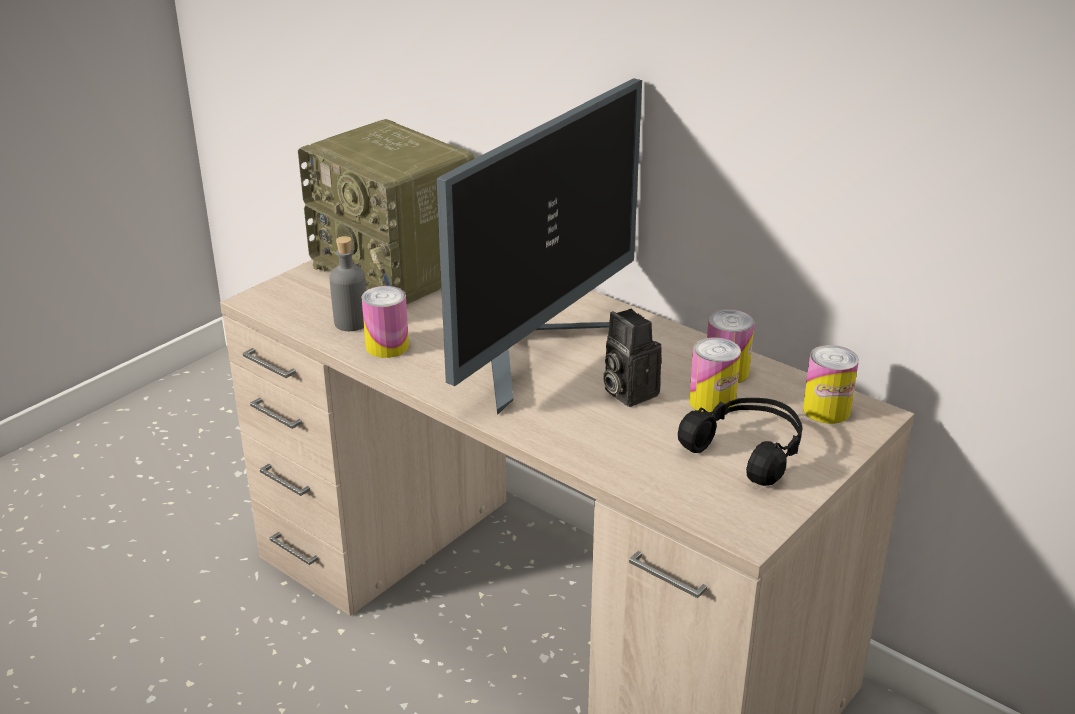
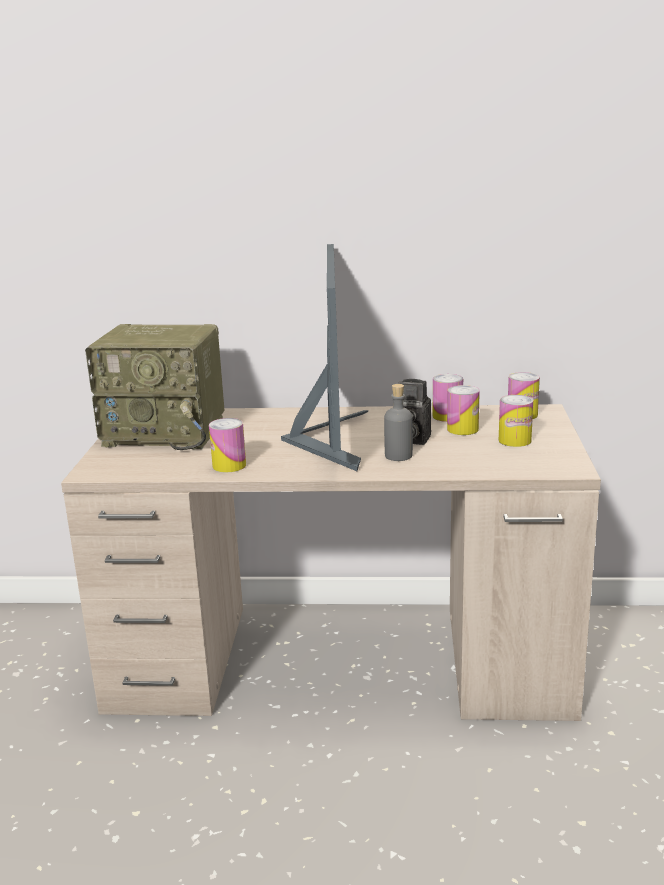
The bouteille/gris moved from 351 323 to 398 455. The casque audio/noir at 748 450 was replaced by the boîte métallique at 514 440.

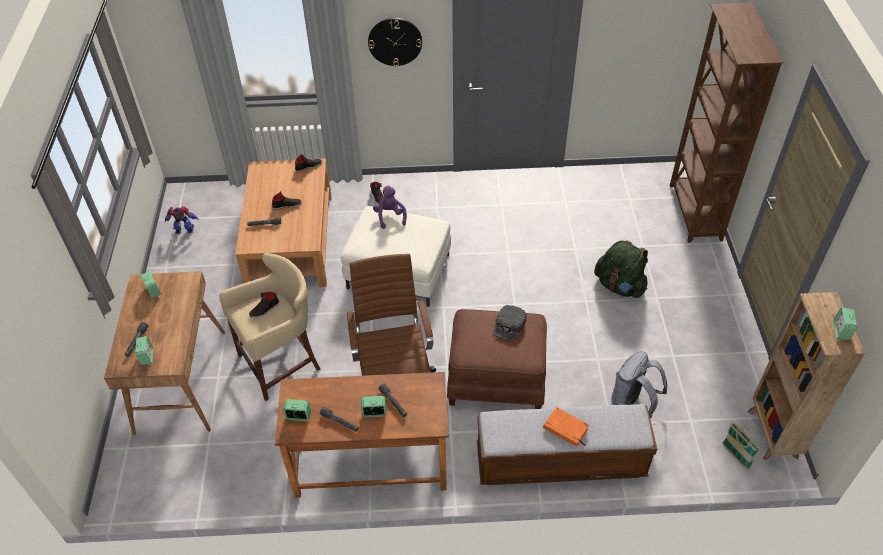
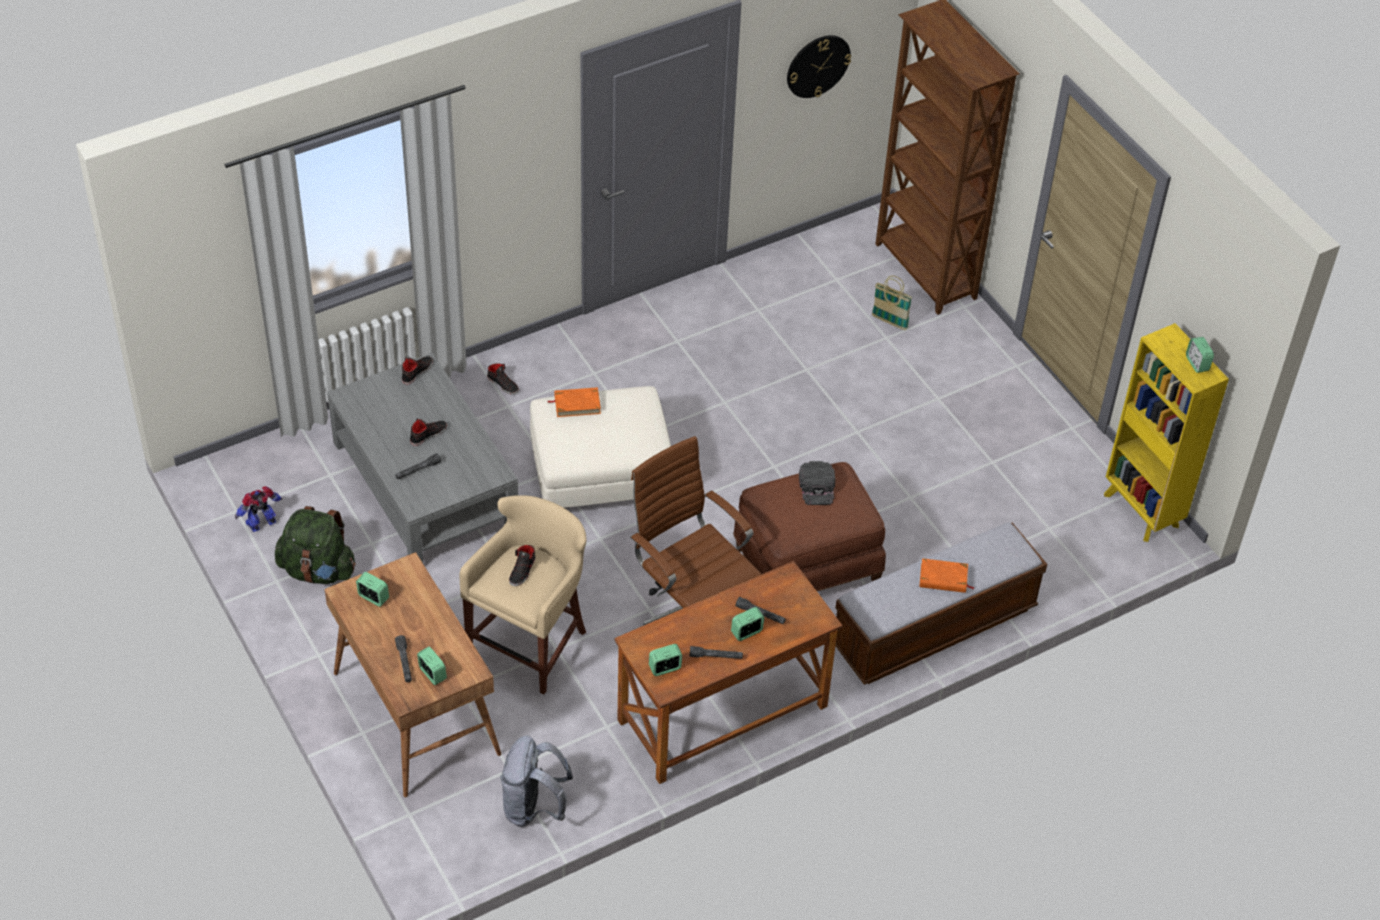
The horloge murale moved from 395 41 to 818 65. The table basse/marron at 290 240 became the table basse/gris at 424 484. The peluche/violet at 390 217 was replaced by the livre/orange at 577 404. The sac à dos/vert moved from 619 286 to 318 570. The bibliothèque/marron at 772 435 became the bibliothèque/jaune at 1142 512. The sac à dos/gris moved from 632 403 to 534 808. The panier moved from 735 456 to 889 322.

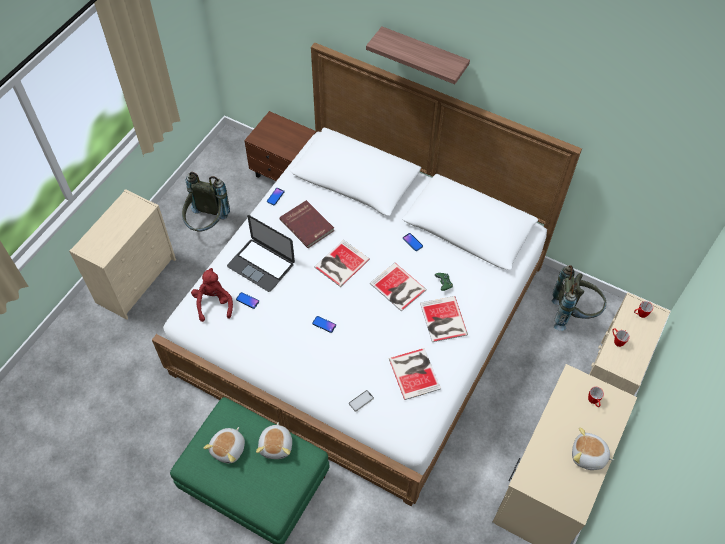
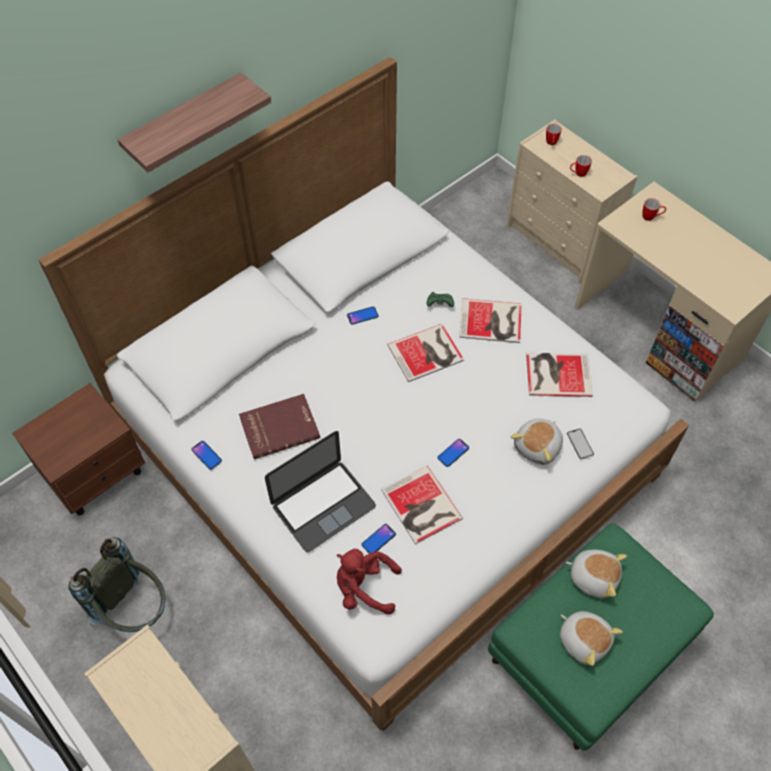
The livre moved from 340 263 to 421 506. The sac à dos/gris at 573 313 disappeared. The peluche moved from 588 456 to 538 447.

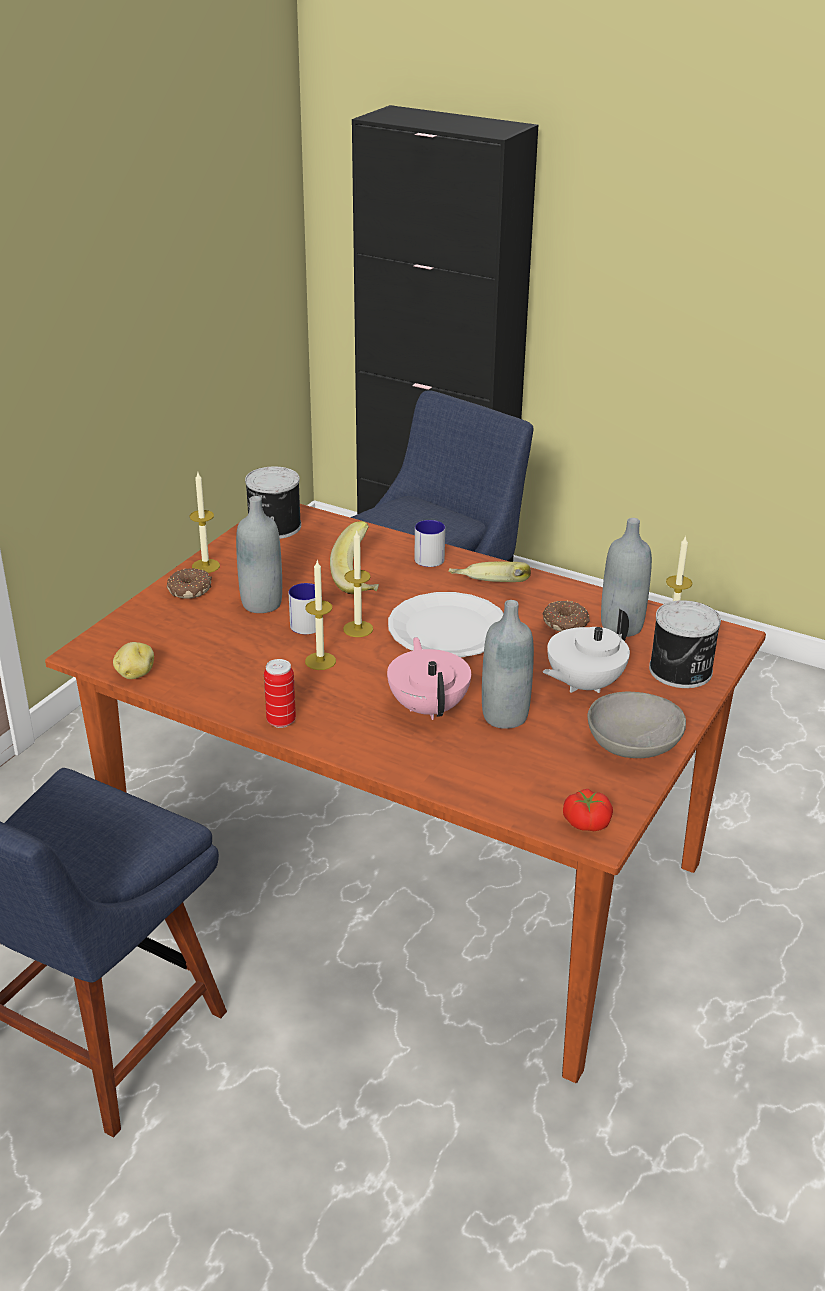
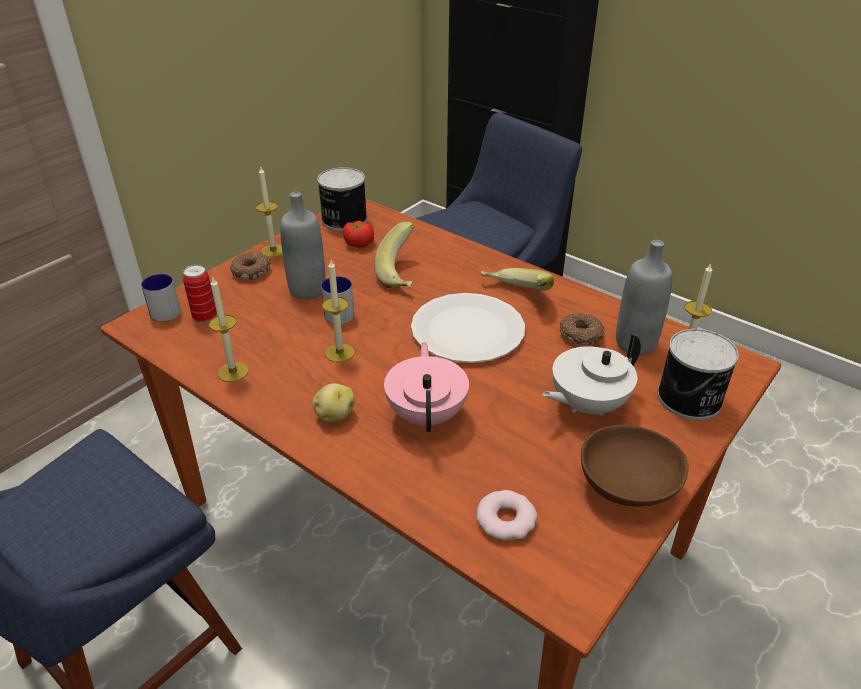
The mug moved from 427 556 to 166 309. The bougie moved from 358 629 to 233 372. The bouteille/gris at 505 716 disappeared. The pomme de terre moved from 135 674 to 334 415. The boîte métallique moved from 281 721 to 205 317. The bol/gris at 632 746 became the bol/marron at 627 484. The tomate moved from 586 822 to 359 243. The beignet at 506 520 appeared.

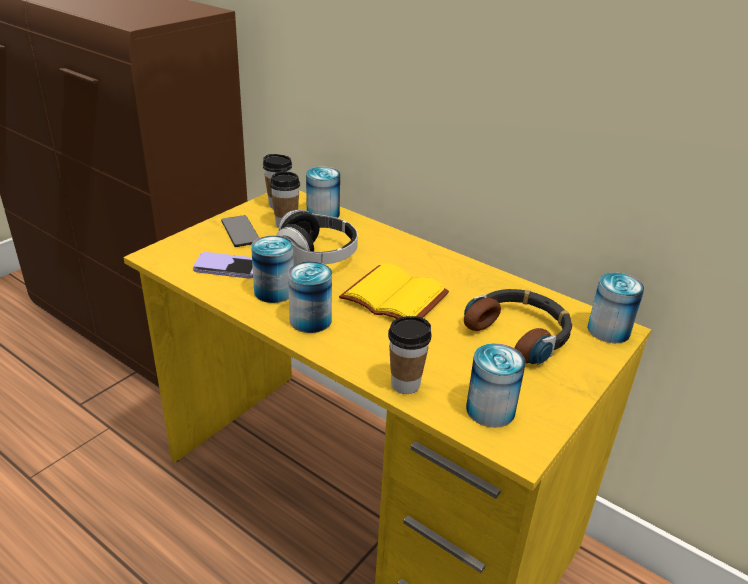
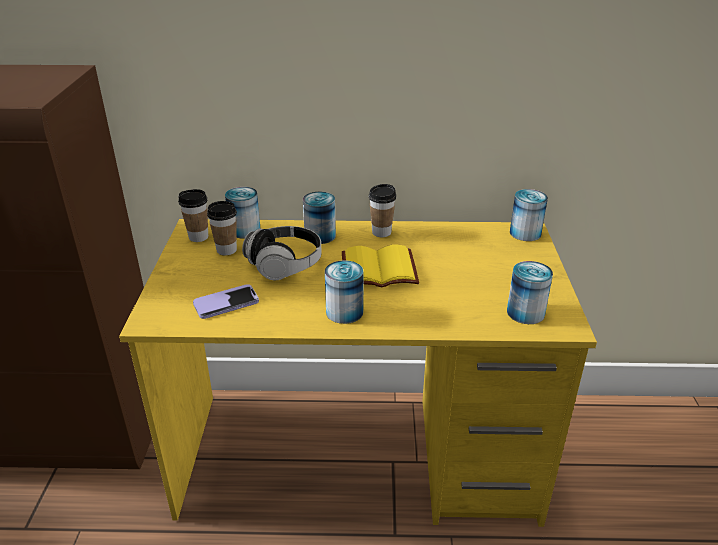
The téléphone at 240 232 disappeared. The boîte métallique moved from 274 291 to 320 236. The casque audio at 519 333 disappeared. The tasse moved from 405 384 to 381 232.

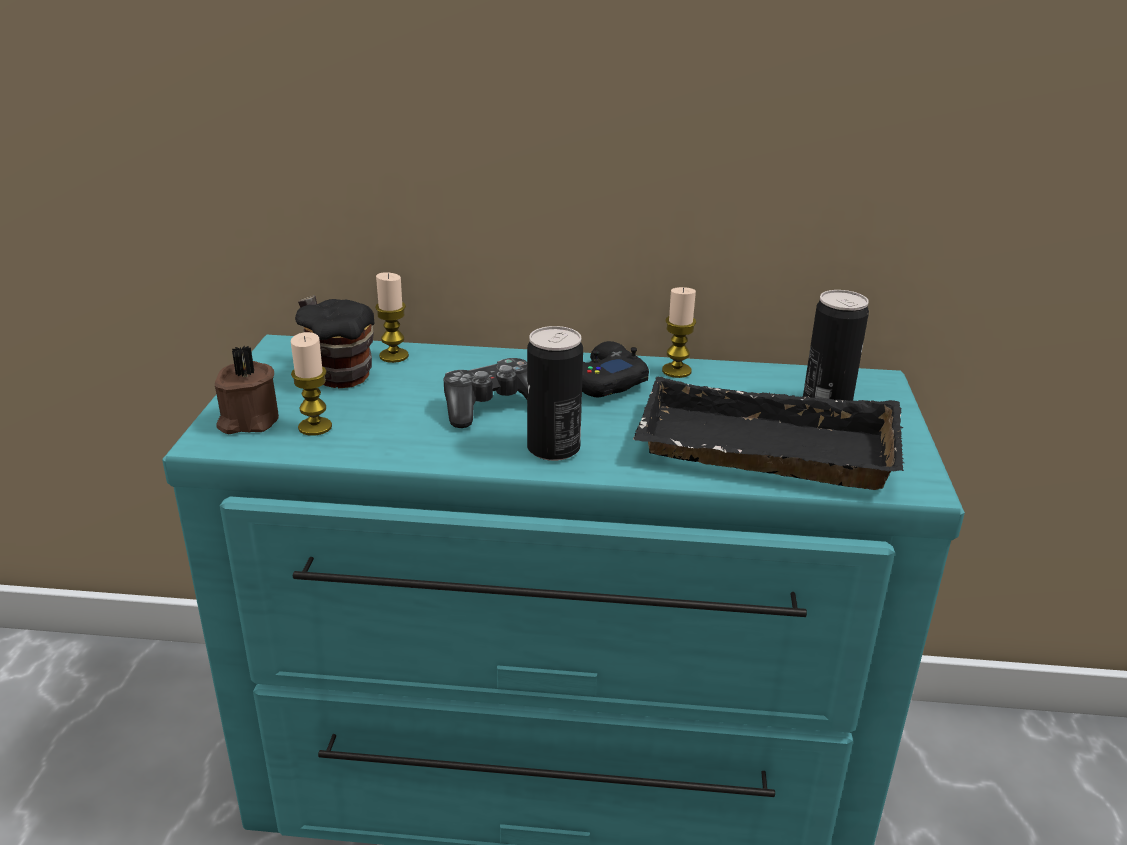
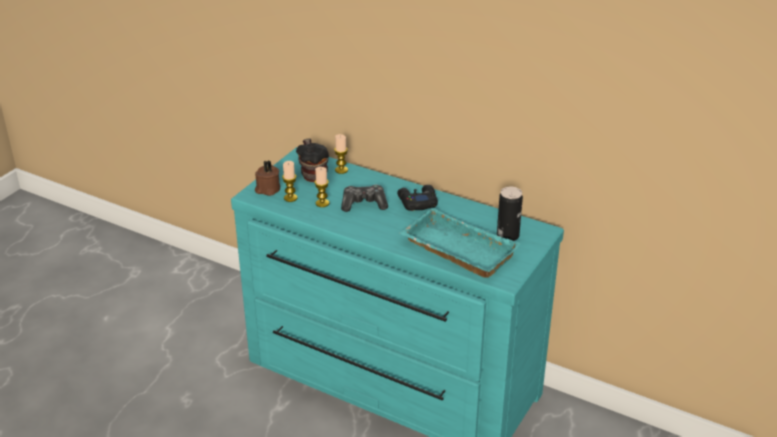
The bougie moved from 676 371 to 322 203. The boîte métallique at 553 448 disappeared. The plateau/noir at 761 452 became the plateau/turquoise at 455 251.

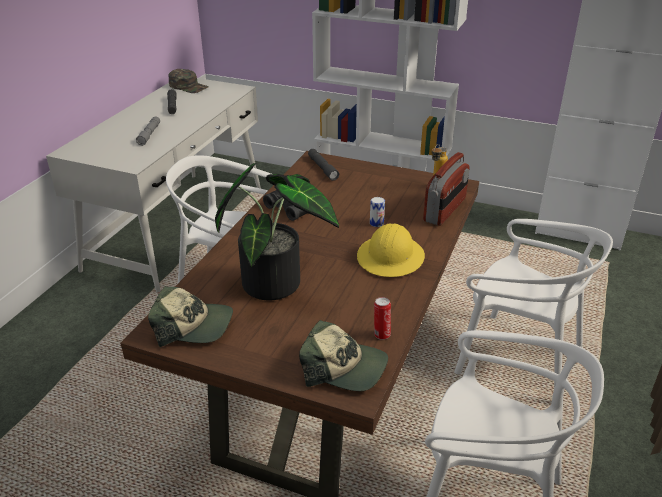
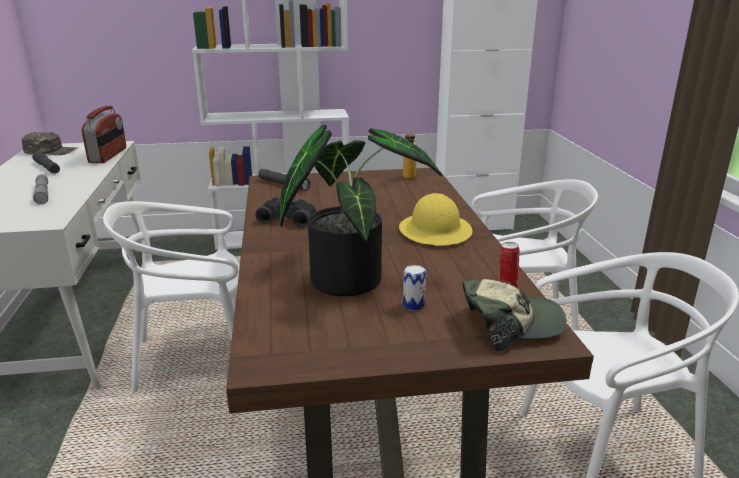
The radio moved from 445 210 to 108 155. The boîte métallique moved from 376 223 to 413 305. The casquette at 193 325 disappeared.

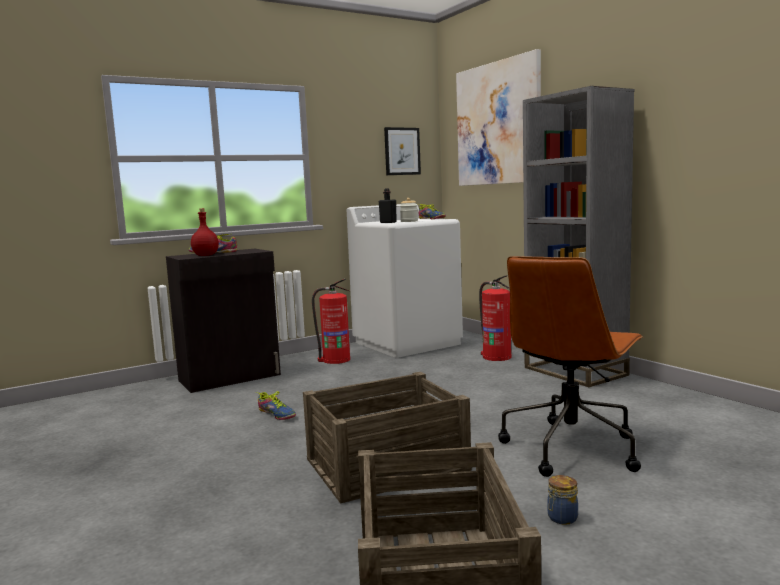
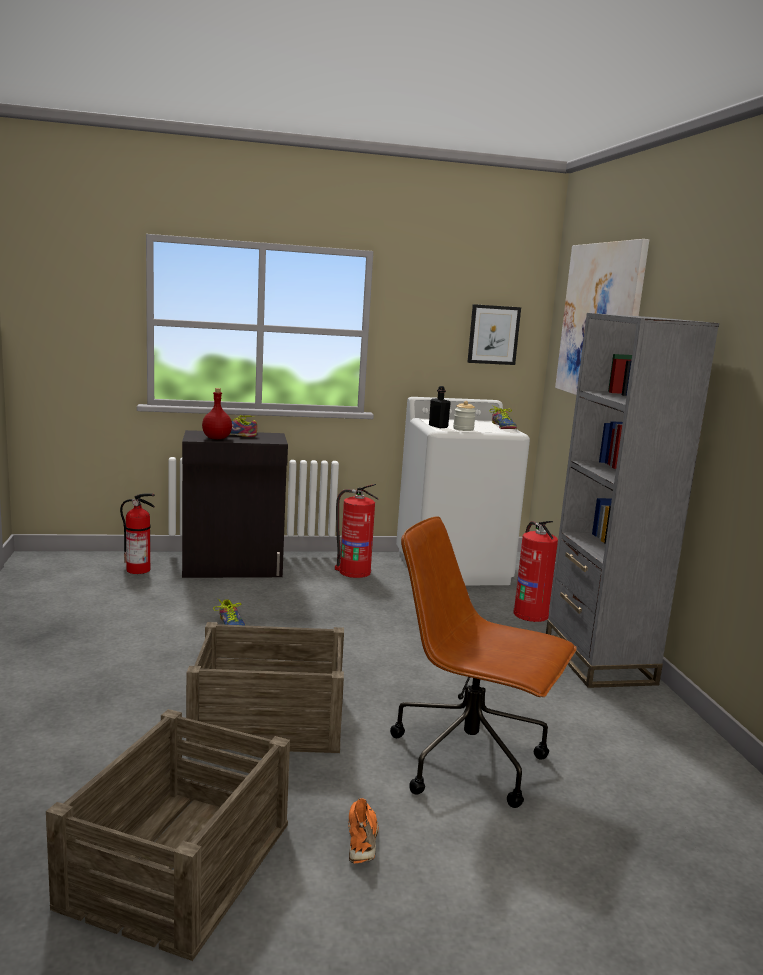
The chaise de bureau/marron at 571 448 turned 60 degrees clockwise. The bocal at 561 518 was replaced by the chaussure/orange at 362 839. The extincteur at 139 570 appeared.

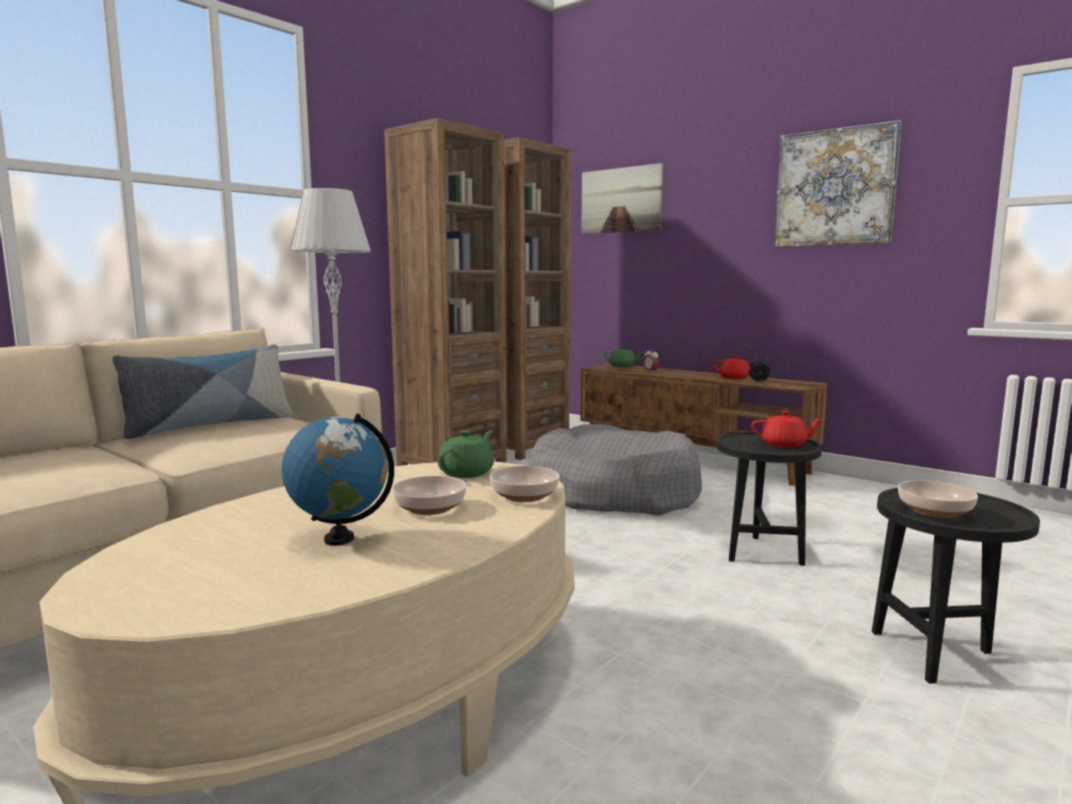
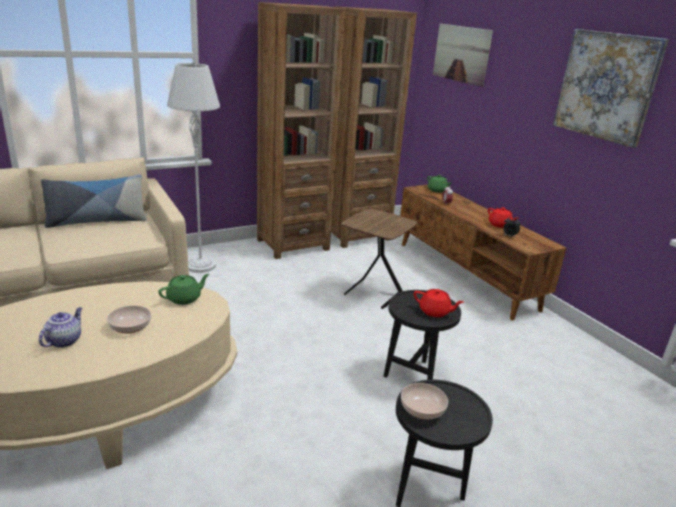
The globe at 339 539 was replaced by the théière at 64 340. The panier pour chien/gris at 613 493 was replaced by the table d'appoint/marron at 372 295. The bol at 523 496 disappeared.

